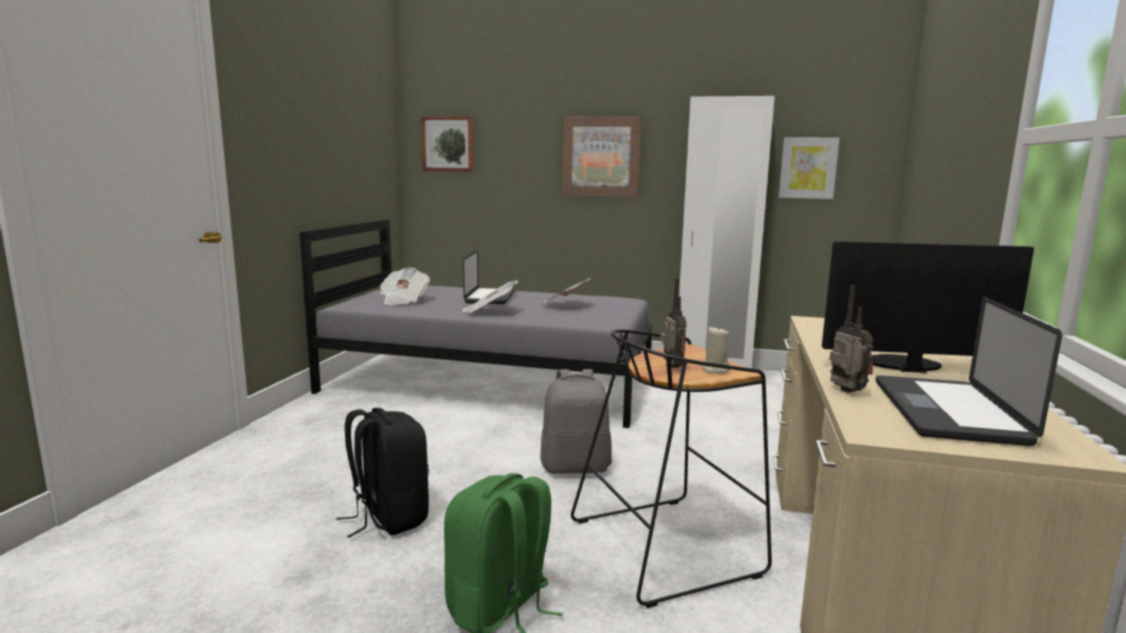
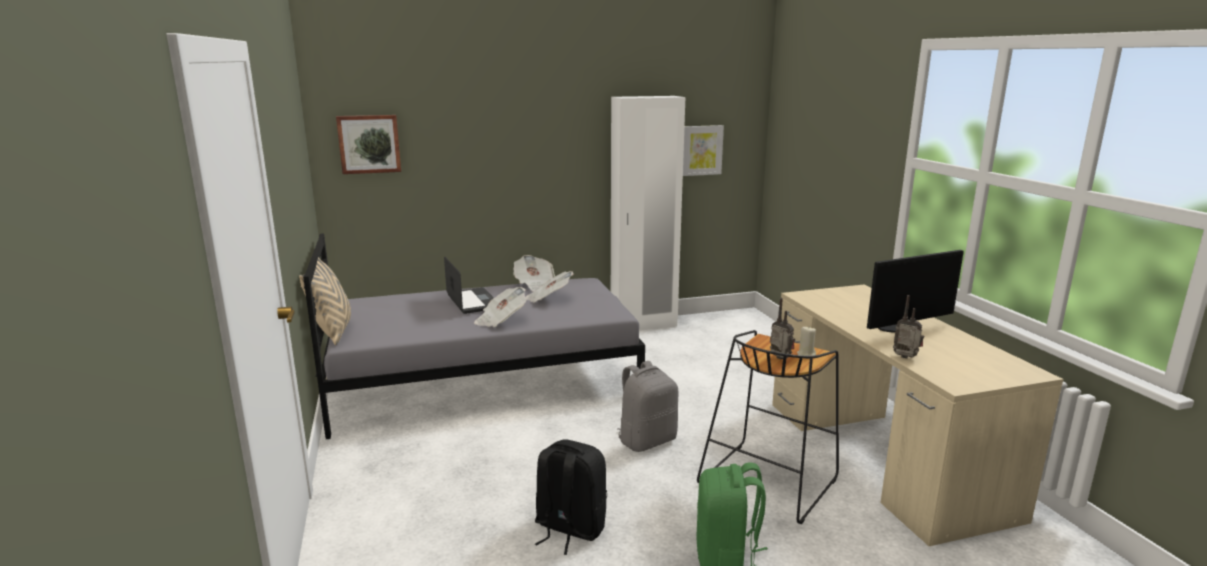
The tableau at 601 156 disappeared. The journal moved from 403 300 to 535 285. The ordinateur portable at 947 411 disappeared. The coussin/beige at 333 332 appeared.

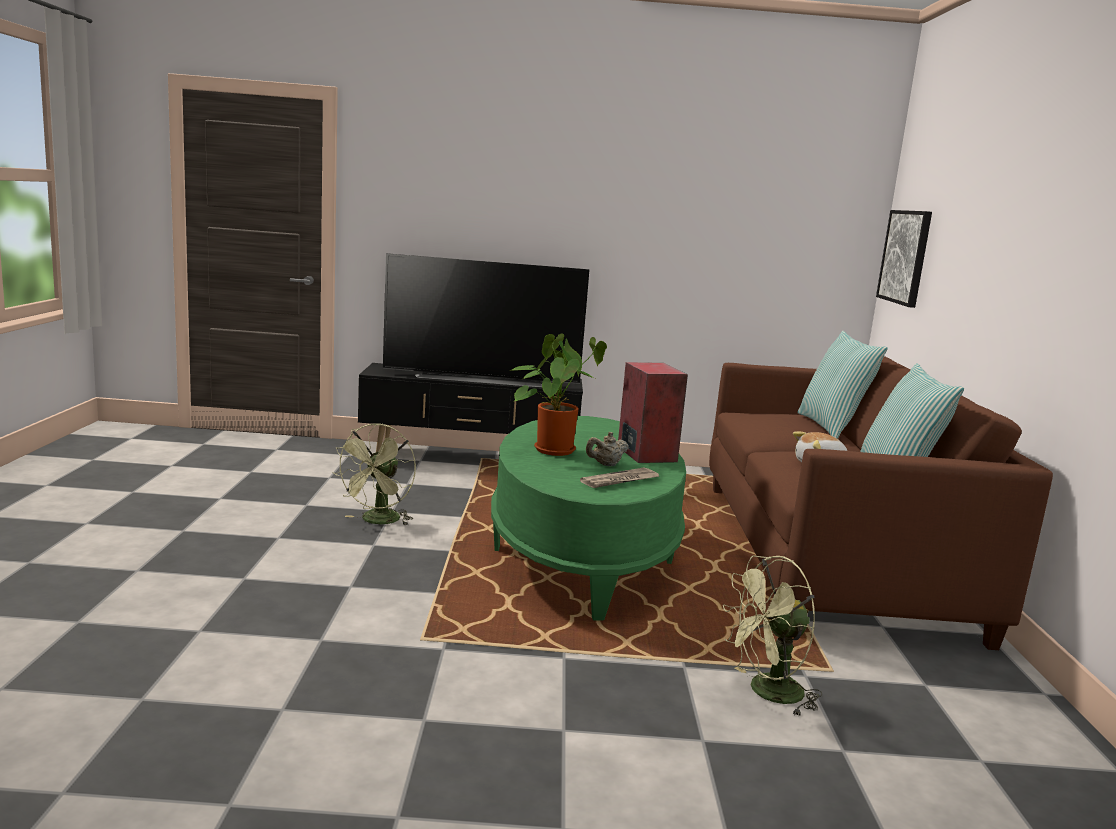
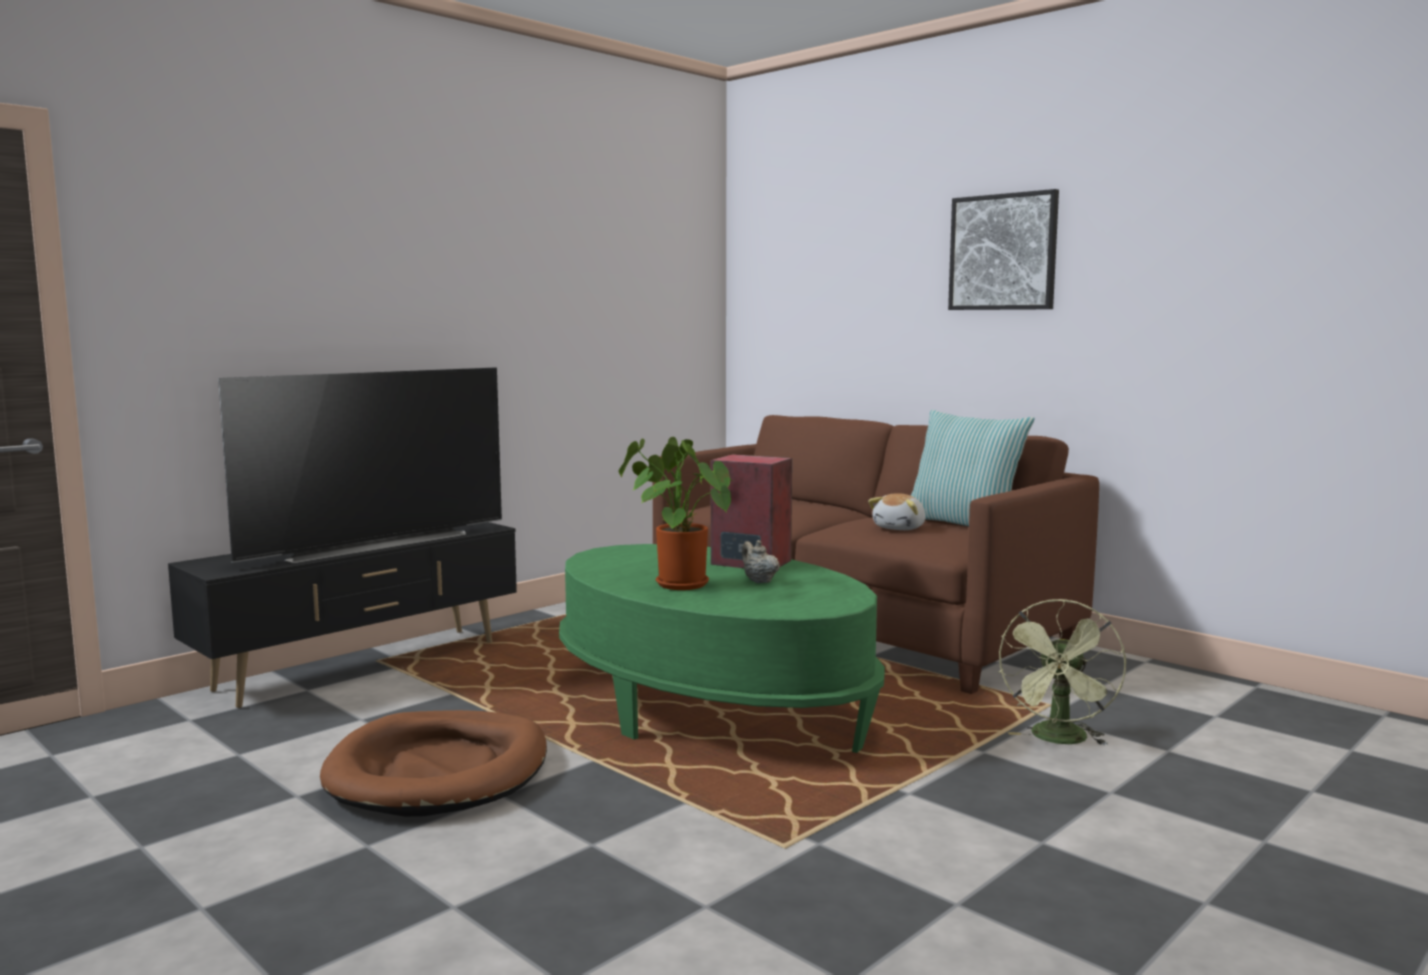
The tableau moved from 905 257 to 1003 252. The coussin at 832 427 disappeared. The ventilateur/vert at 378 521 was replaced by the panier pour chien/marron at 439 771. The théière/beige at 606 465 turned 135 degrees clockwise. The journal at 620 481 disappeared.

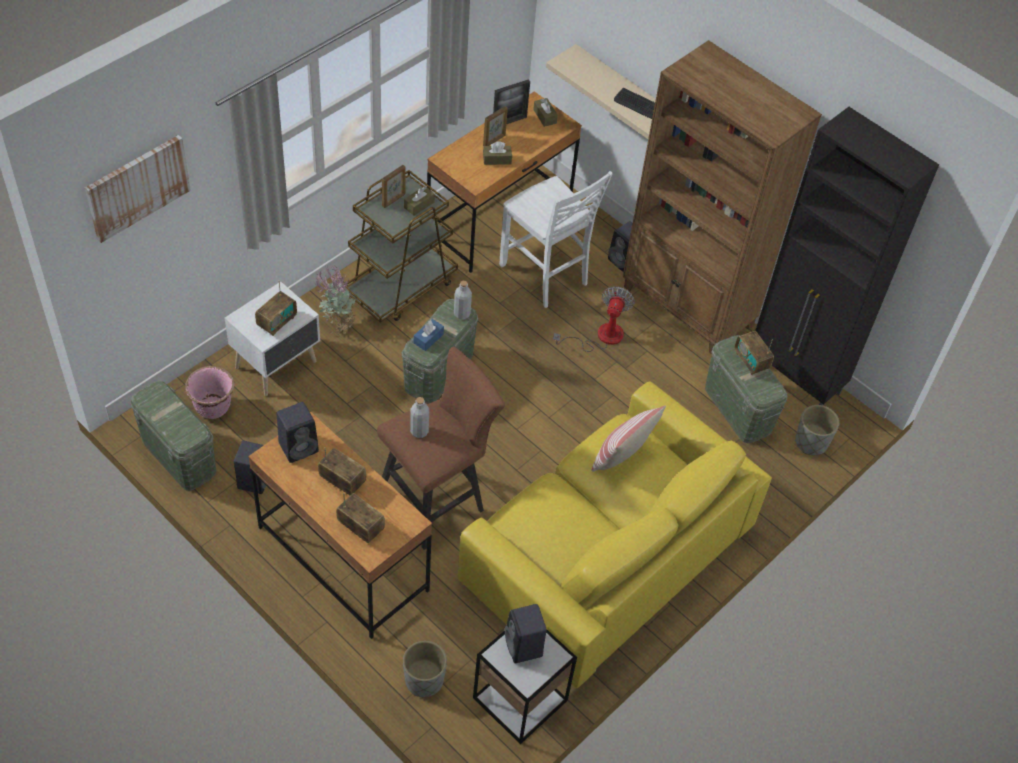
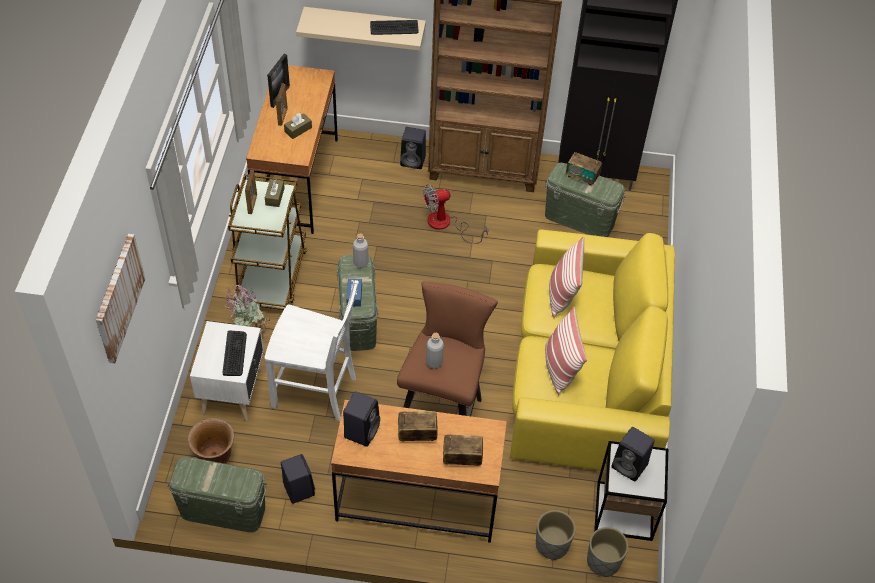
The boîte à mouchoirs/marron at 545 116 disappeared. The chaise/blanc moved from 545 275 to 316 392. The radio at 277 322 was replaced by the clavier at 234 353. The ventilateur at 600 336 turned 90 degrees counterclockwise. The cache-pot/rose at 213 408 became the cache-pot/marron at 214 456. The cache-pot/gris moved from 811 442 to 603 561. The coussin at 560 368 appeared.

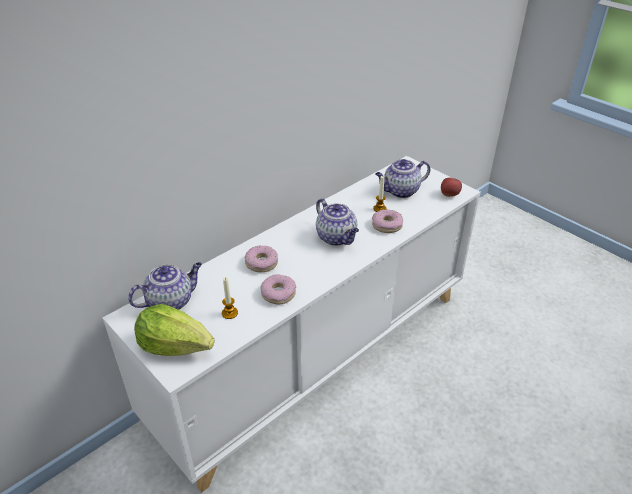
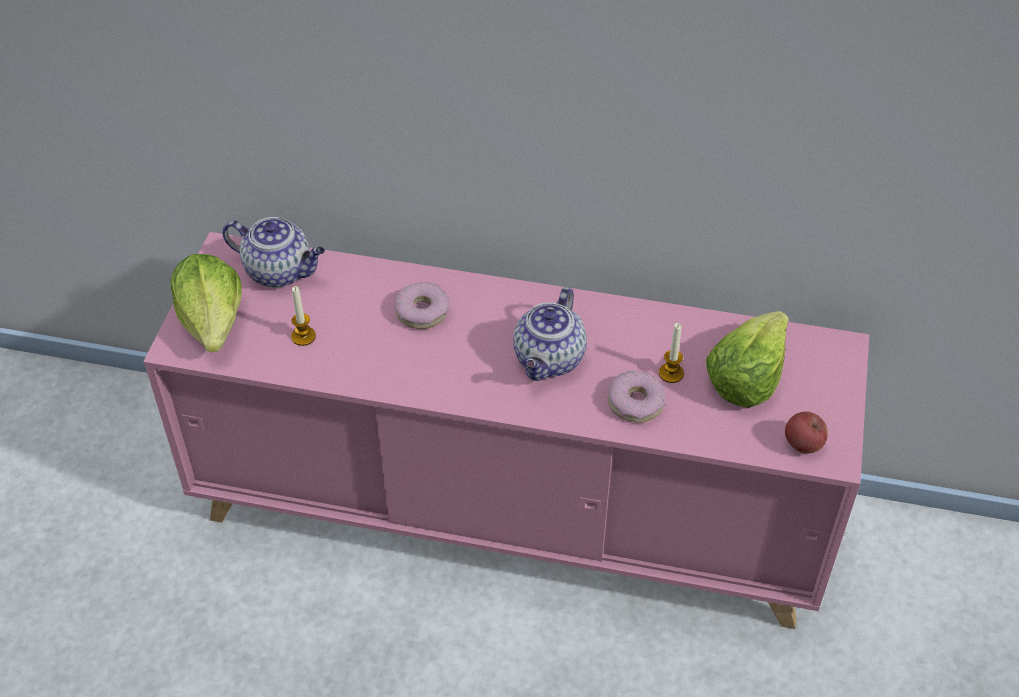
The meuble de rangement/blanc at 316 357 became the meuble de rangement/rose at 511 513. The théière at 400 191 was replaced by the laitue at 746 376. The beignet at 278 293 disappeared.

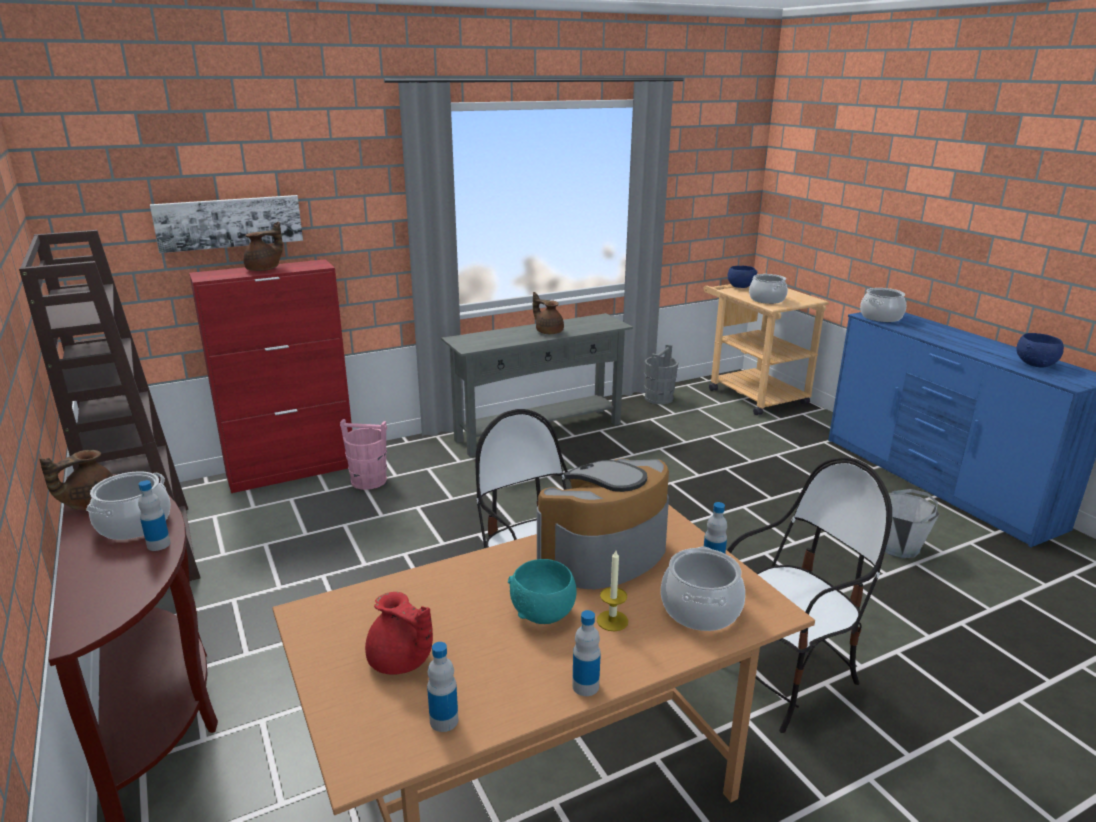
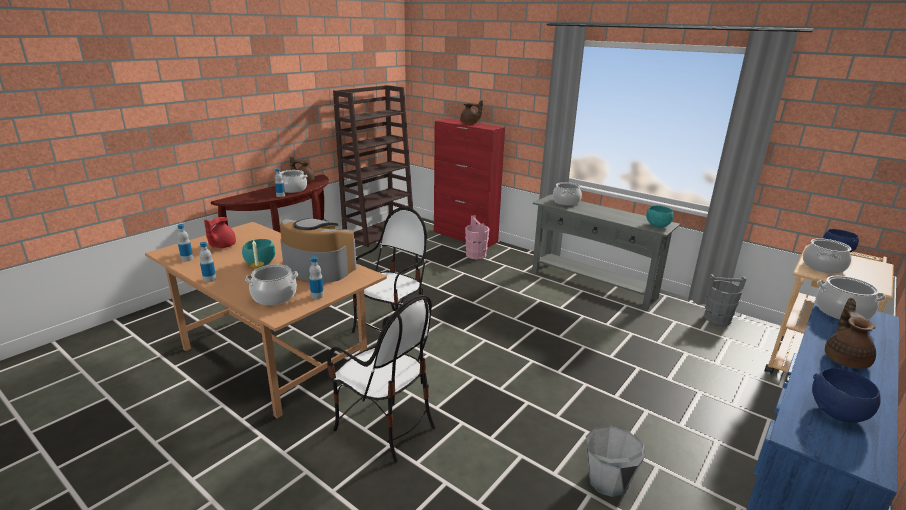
The tableau at 229 222 disappeared. The théière/marron moved from 548 331 to 845 359. The marmite at 566 202 appeared. The bol/turquoise at 658 225 appeared.

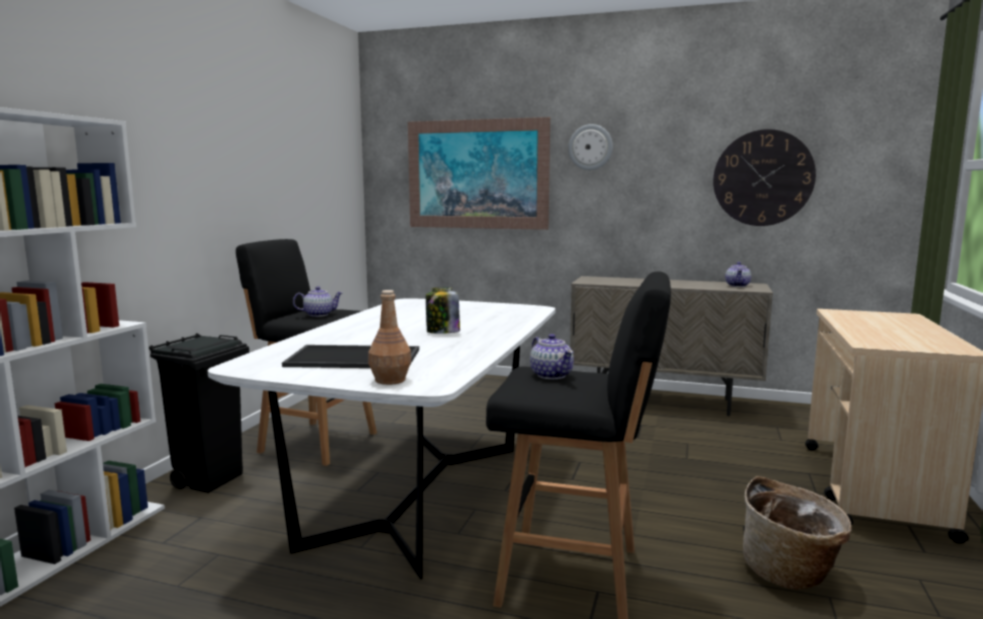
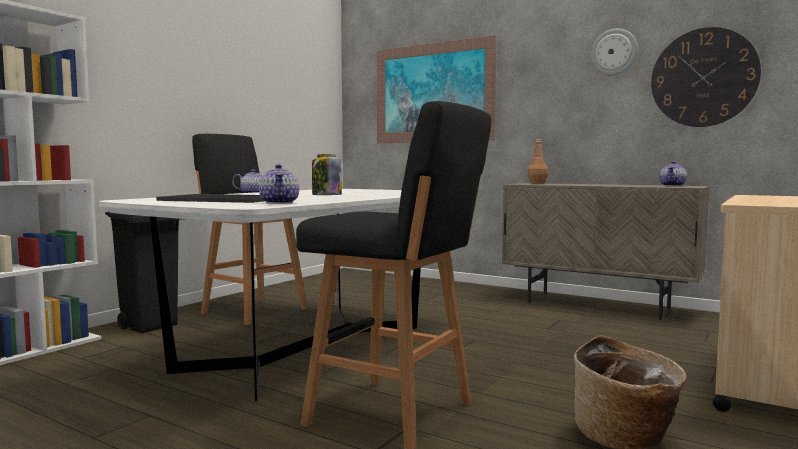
The horloge murale moved from 590 147 to 614 52. The bouteille/marron moved from 389 380 to 537 183. The théière moved from 551 375 to 280 203.

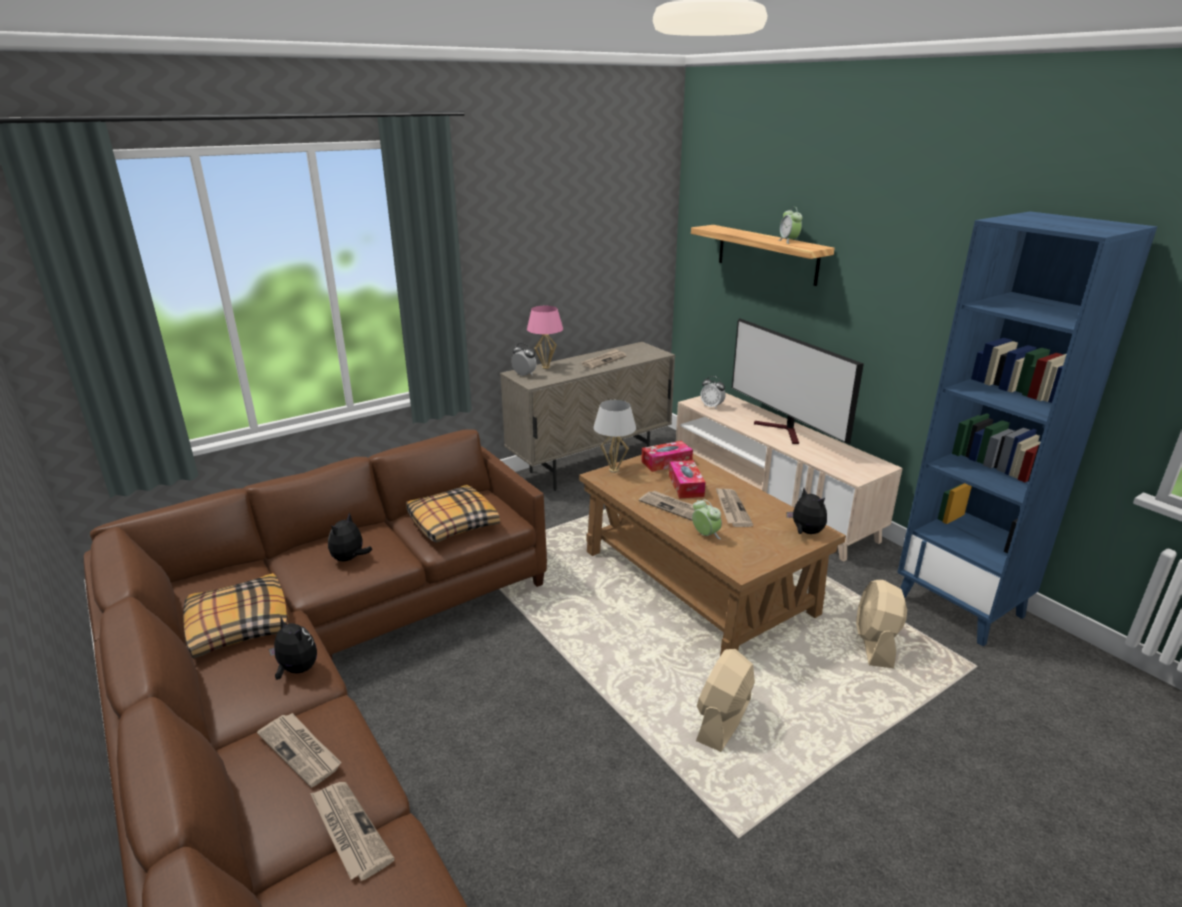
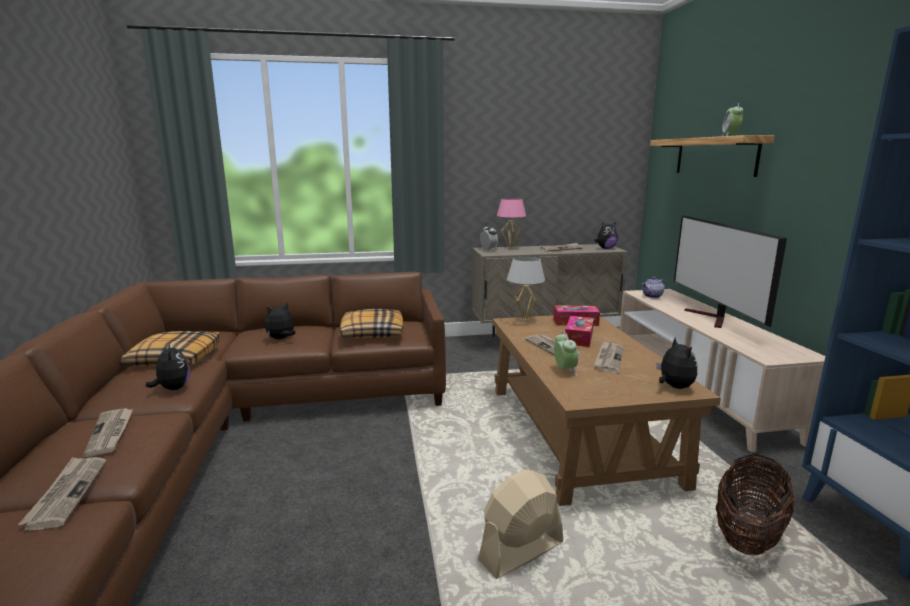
The réveil at 712 406 was replaced by the théière at 652 296. The ventilateur/beige at 875 644 was replaced by the panier at 747 535. The peluche at 605 248 appeared.

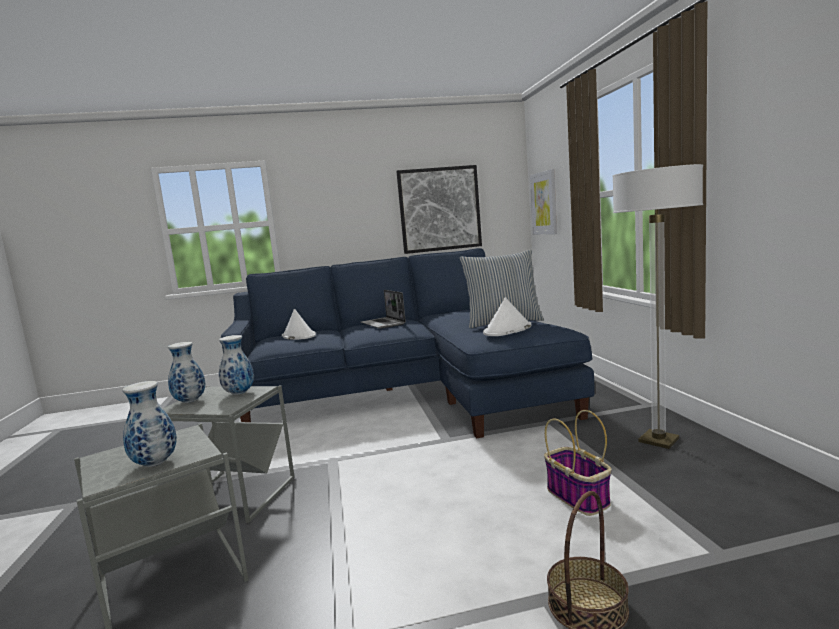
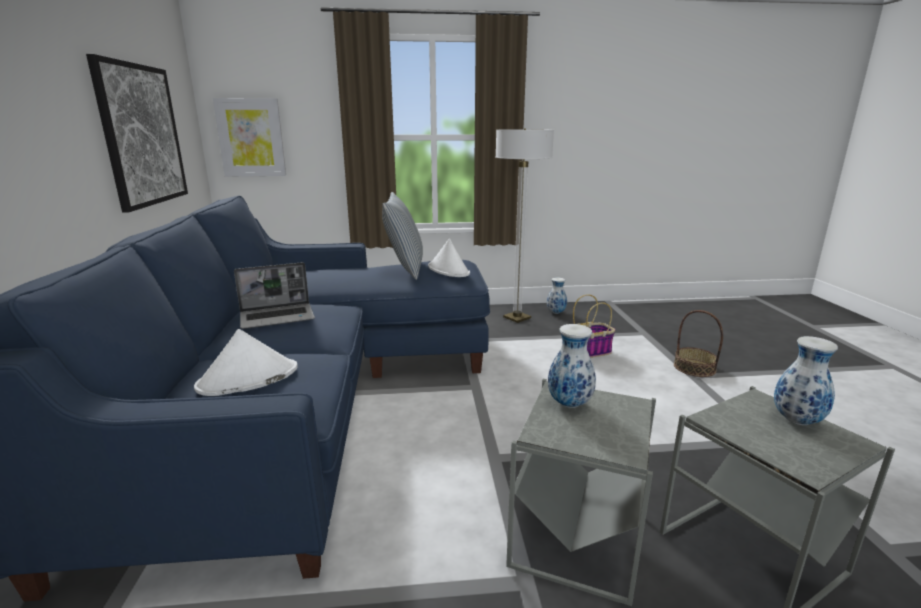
The vase moved from 189 401 to 556 313.

